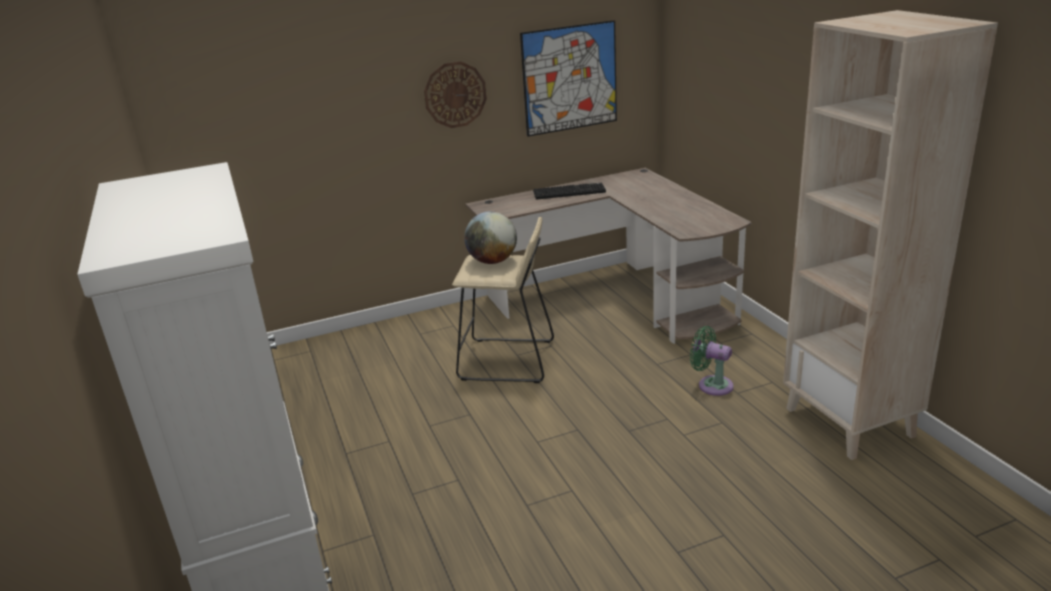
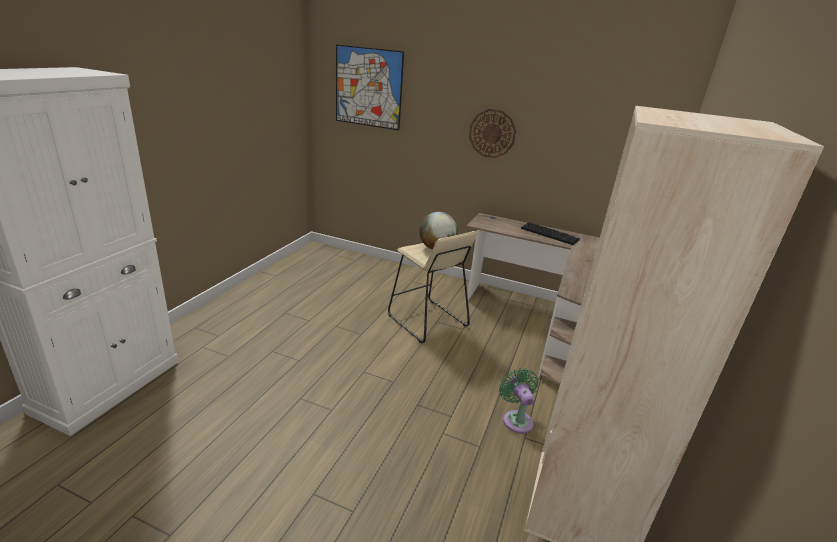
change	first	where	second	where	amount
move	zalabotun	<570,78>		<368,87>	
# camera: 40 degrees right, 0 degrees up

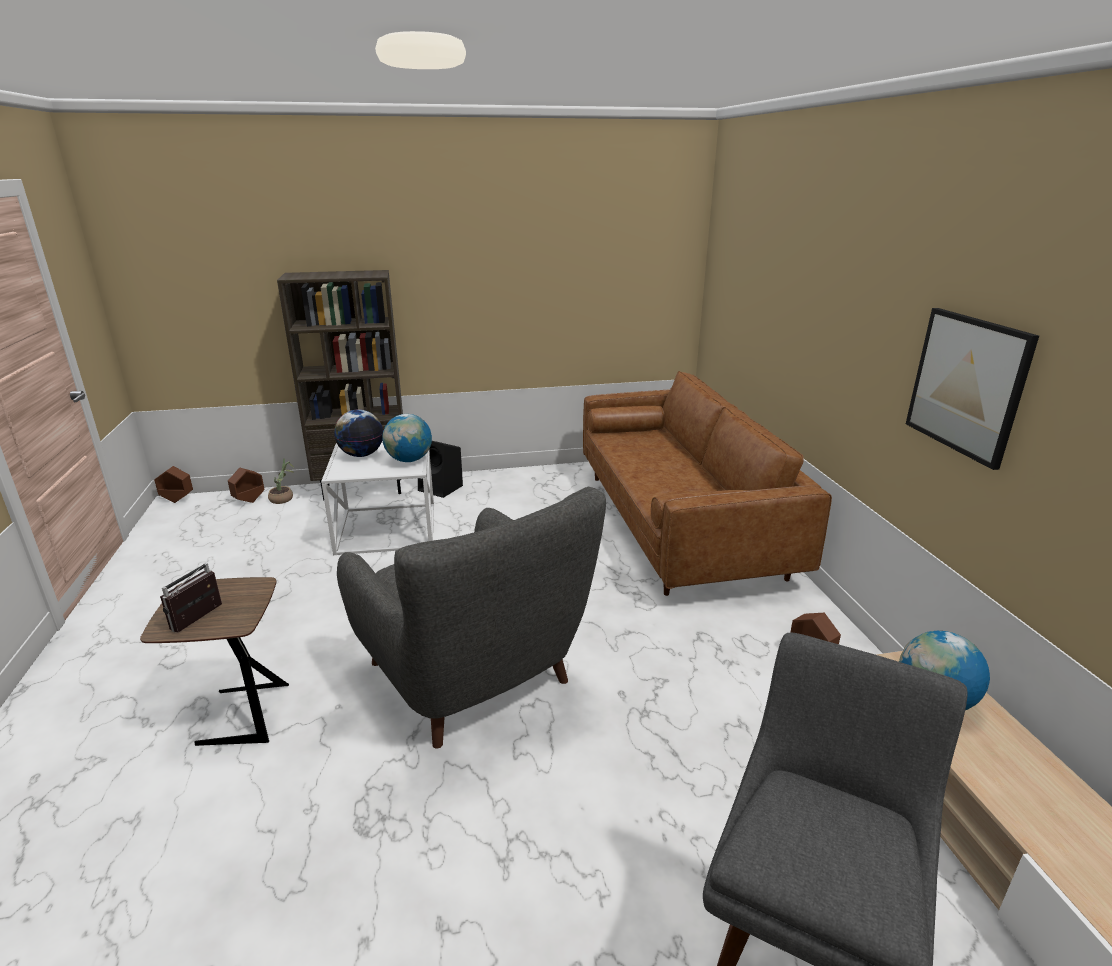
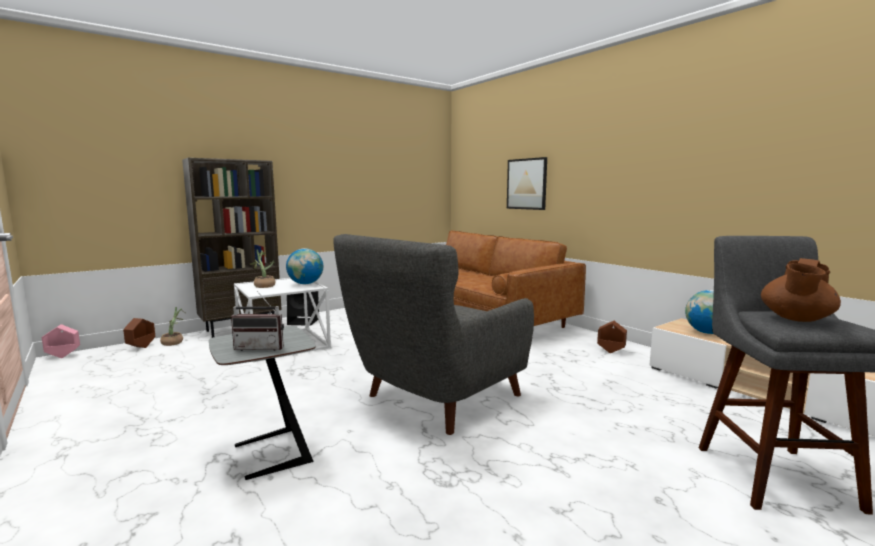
change	first	where	second	where	amount
move	zalabotun	<967,385>		<526,184>	
replace	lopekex	<361,455>	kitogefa	<263,285>	
recolor	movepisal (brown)	<178,500>	movepisal (pink)	<63,356>	
rotate	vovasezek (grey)	<473,681>		<435,398>	105 degrees clockwise
rotate	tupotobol	<201,619>		<261,347>	90 degrees counterclockwise
recolor	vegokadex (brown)	<240,716>	vegokadex (grey)	<270,454>	
insert			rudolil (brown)	<796,319>	
# camera: 25 degrees left, 15 degrees down

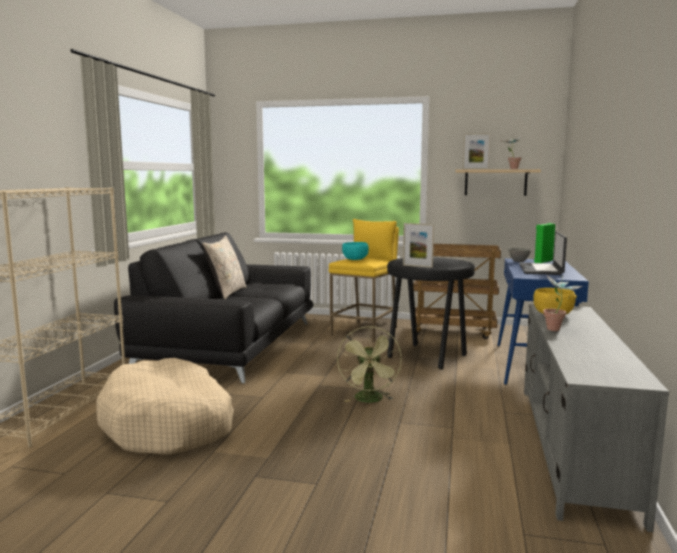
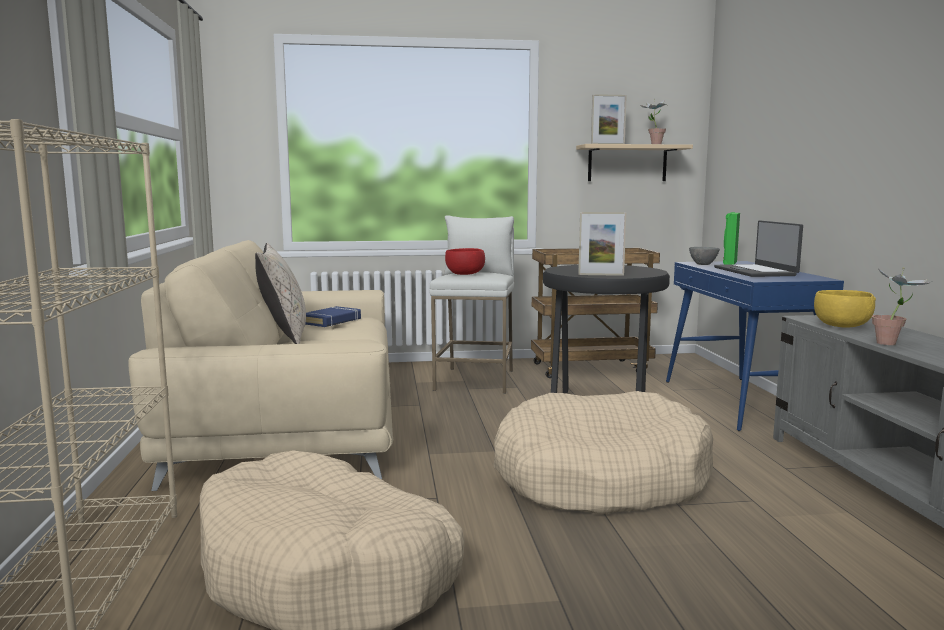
change	first	where	second	where	amount
recolor	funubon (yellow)	<365,331>	funubon (white)	<475,380>	
recolor	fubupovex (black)	<230,345>	fubupovex (beige)	<293,421>	
recolor	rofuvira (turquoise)	<355,259>	rofuvira (red)	<465,274>	
replace	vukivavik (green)	<370,400>	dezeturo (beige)	<600,478>	
insert			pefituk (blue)	<331,321>	
# camera: 20 degrees left, 0 degrees up

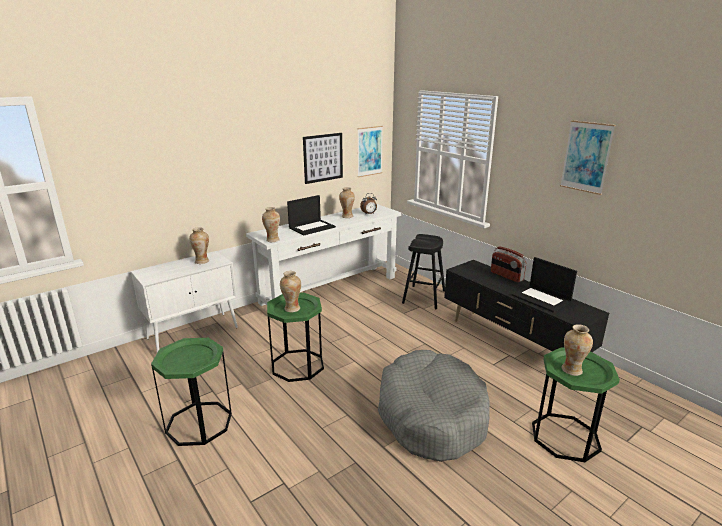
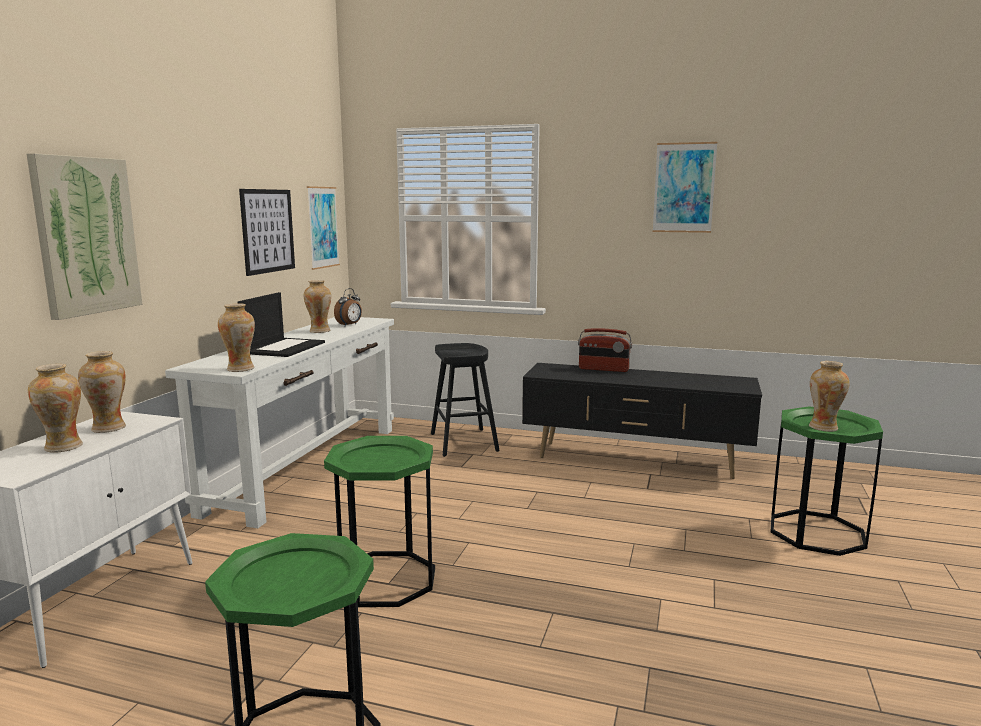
change	first	where	second	where	amount
delete	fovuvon	<542,298>			
move	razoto	<292,308>		<63,447>	
delete	dezeturo (grey)	<431,415>			
insert			zalabotun	<86,236>	
# camera: 35 degrees left, 10 degrees down

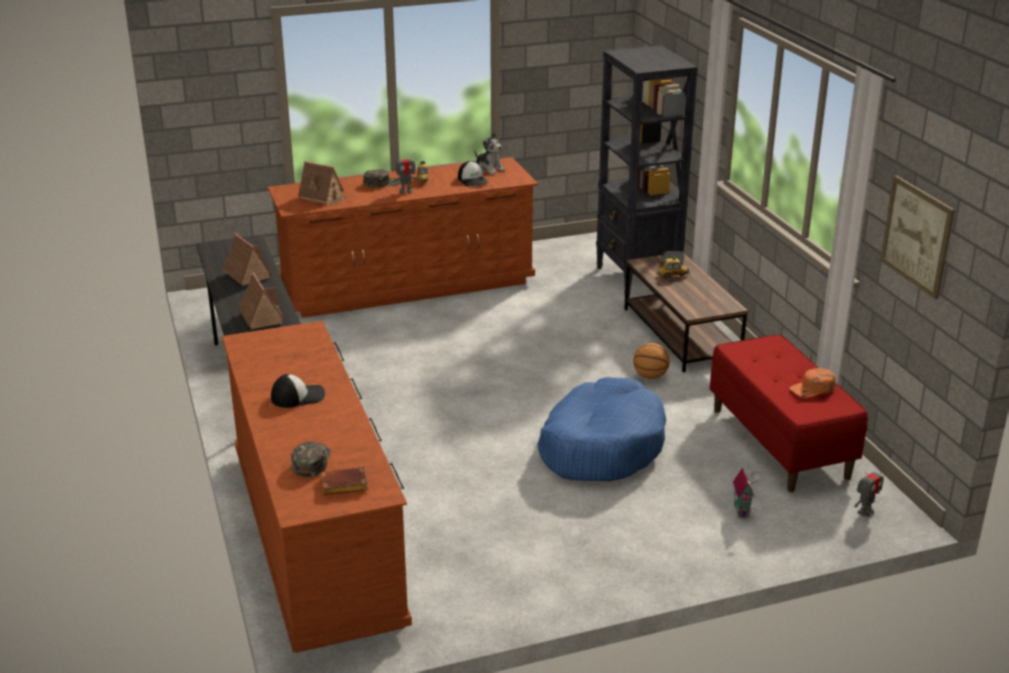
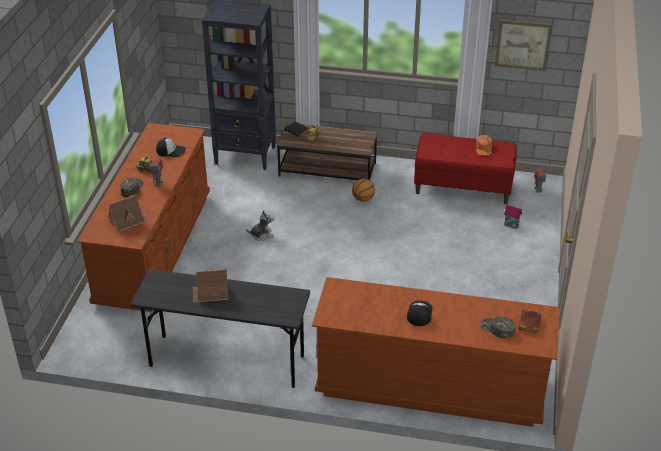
change	first	where	second	where	amount
move	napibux	<489,169>		<262,235>	
delete	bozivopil	<261,317>			
delete	dezeturo (blue)	<601,446>			
# camera: 60 degrees left, 10 degrees up

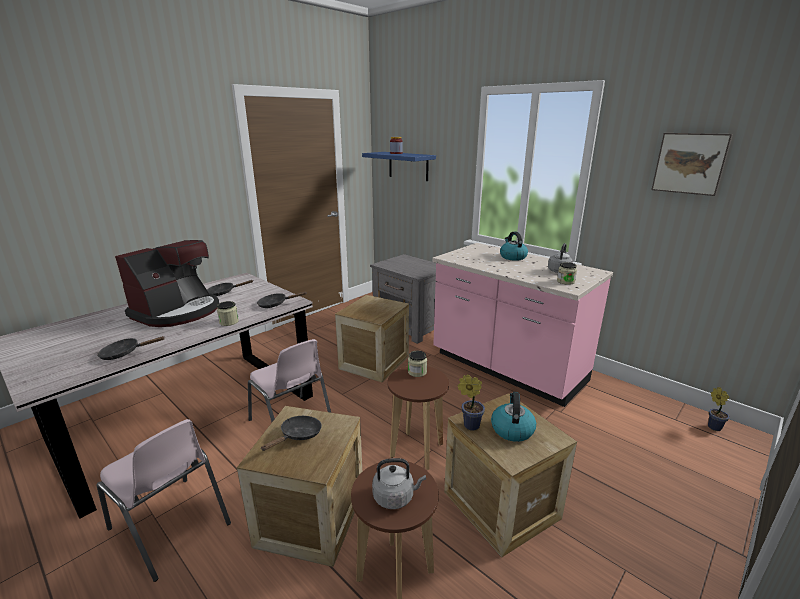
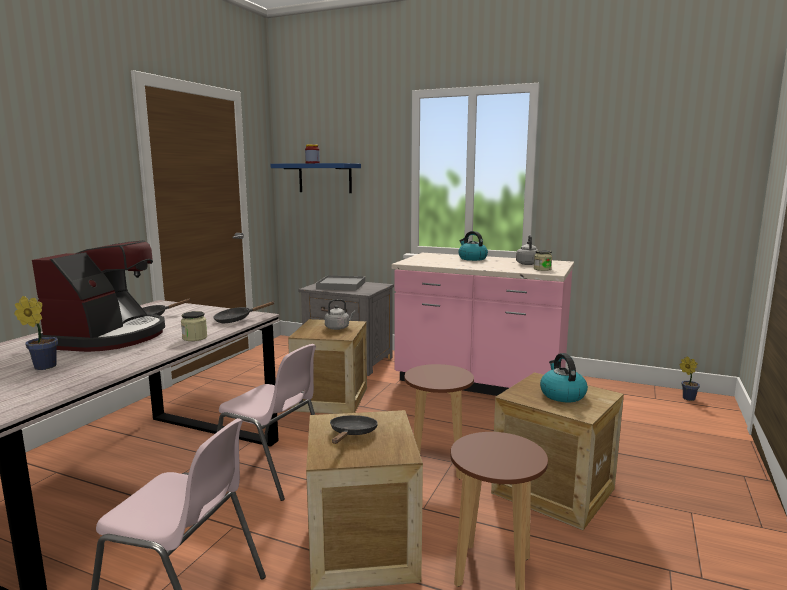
change	first	where	second	where	amount
delete	zalabotun	<690,163>			
delete	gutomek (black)	<125,353>			
delete	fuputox	<417,372>			
move	kitogefa	<469,425>		<42,367>	
move	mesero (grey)	<395,497>		<338,328>	
insert			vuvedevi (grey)	<341,285>	
# camera: 20 degrees left, 10 degrees down

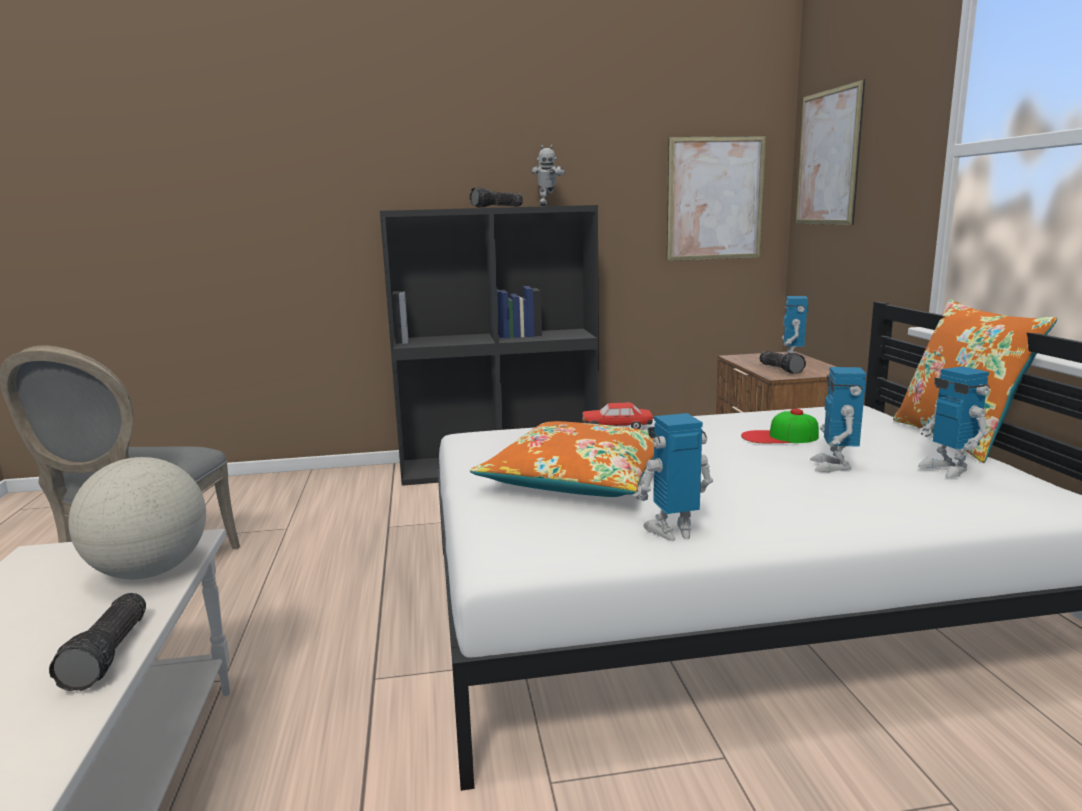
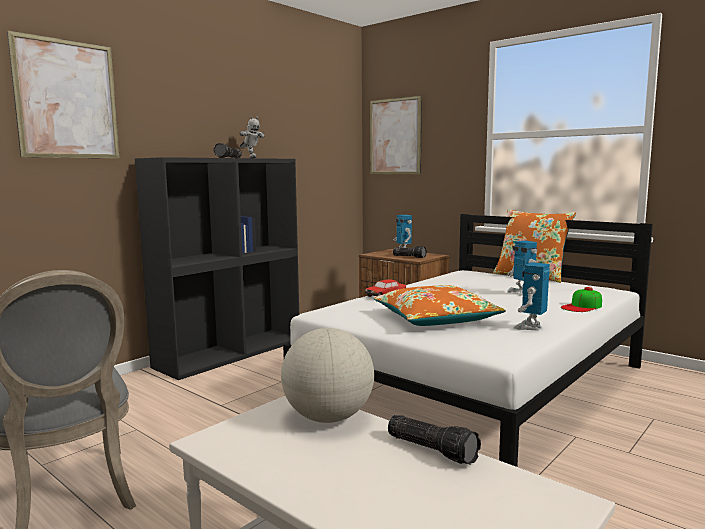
change	first	where	second	where	amount
move	zalabotun	<715,199>		<67,99>	
delete	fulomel	<948,469>			
move	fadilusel	<779,437>		<582,306>	
# camera: 40 degrees left, 5 degrees down

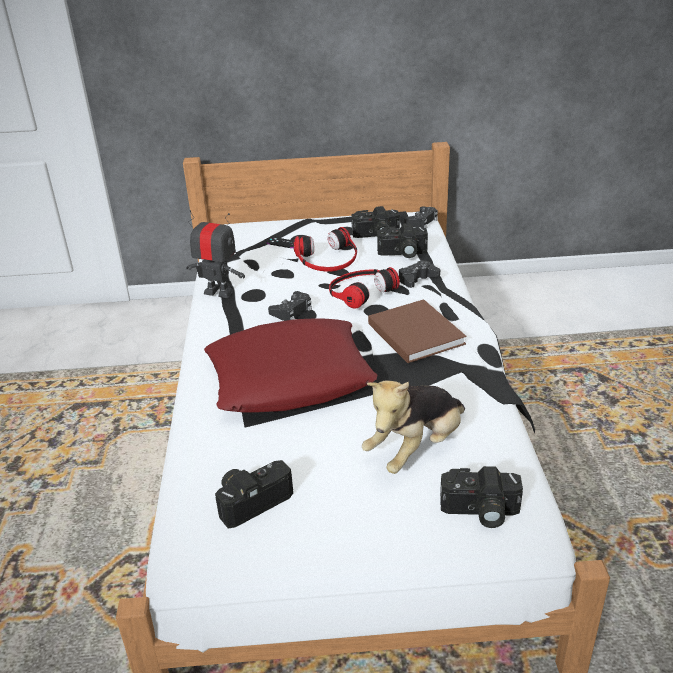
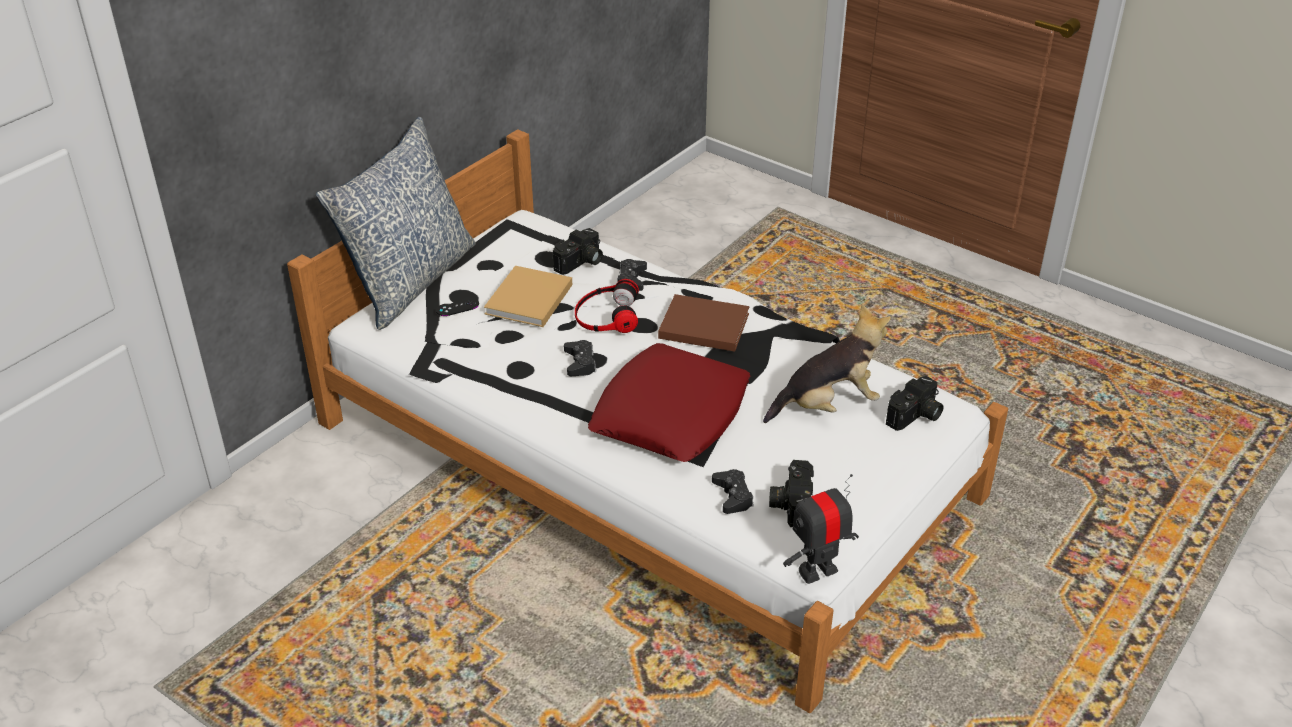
change	first	where	second	where	amount
delete	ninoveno	<376,235>			
move	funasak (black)	<422,221>		<732,496>	
move	fulomel	<219,292>		<817,571>	
replace	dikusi	<327,258>	pefituk (beige)	<528,301>	
rotate	napibux	<416,449>		<828,405>	105 degrees counterclockwise
insert			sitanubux	<410,281>	
# camera: 50 degrees left, 5 degrees up

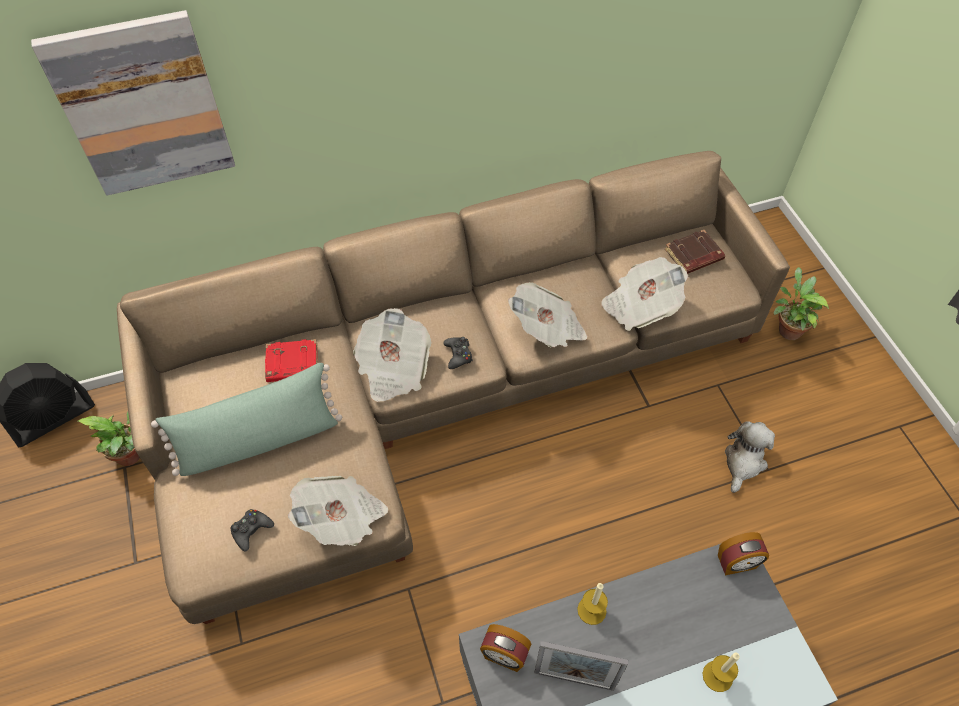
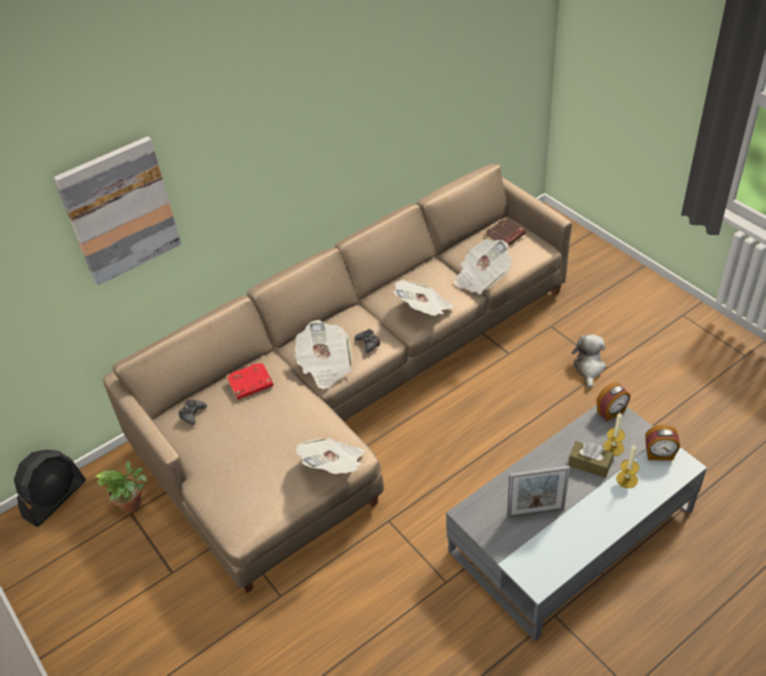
change	first	where	second	where	amount
delete	kitogefa	<787,329>			
delete	sitanubux (green)	<259,441>			
move	funasak (black)	<251,530>		<192,414>	
move	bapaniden	<591,610>		<613,447>	
move	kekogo	<504,655>		<659,454>	
insert			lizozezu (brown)	<589,464>	
# camera: 15 degrees left, 10 degrees down

